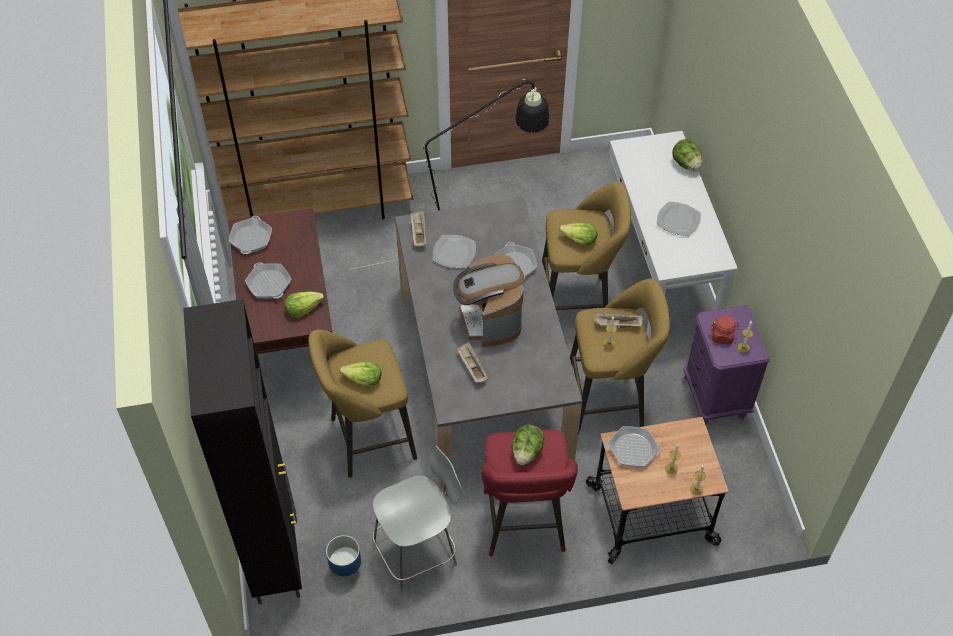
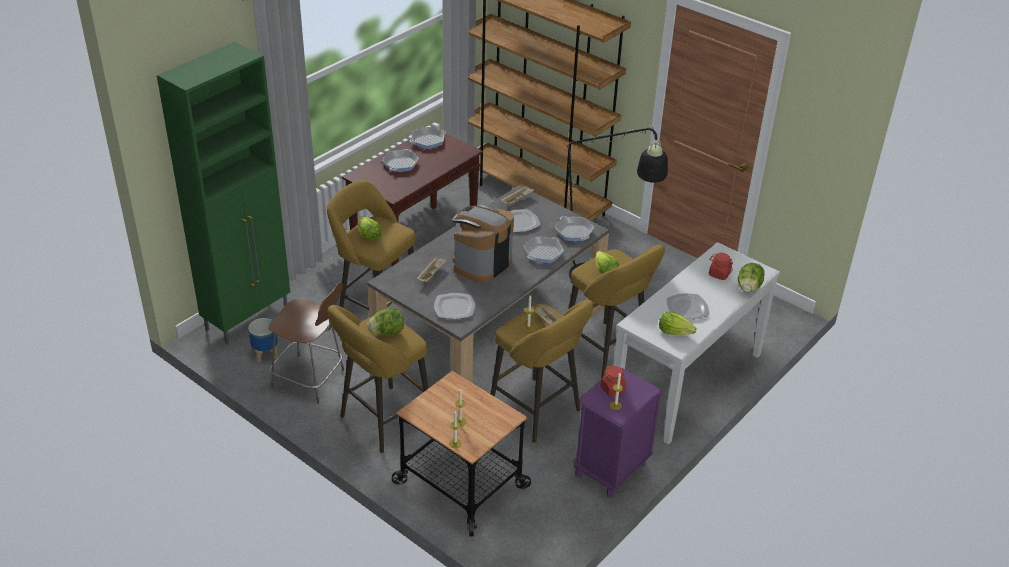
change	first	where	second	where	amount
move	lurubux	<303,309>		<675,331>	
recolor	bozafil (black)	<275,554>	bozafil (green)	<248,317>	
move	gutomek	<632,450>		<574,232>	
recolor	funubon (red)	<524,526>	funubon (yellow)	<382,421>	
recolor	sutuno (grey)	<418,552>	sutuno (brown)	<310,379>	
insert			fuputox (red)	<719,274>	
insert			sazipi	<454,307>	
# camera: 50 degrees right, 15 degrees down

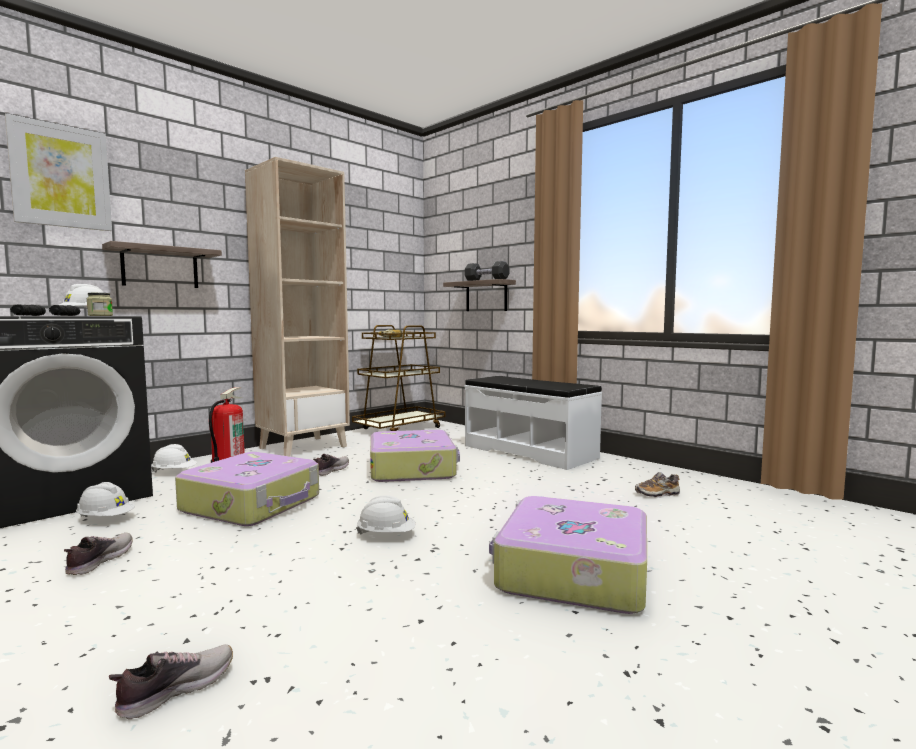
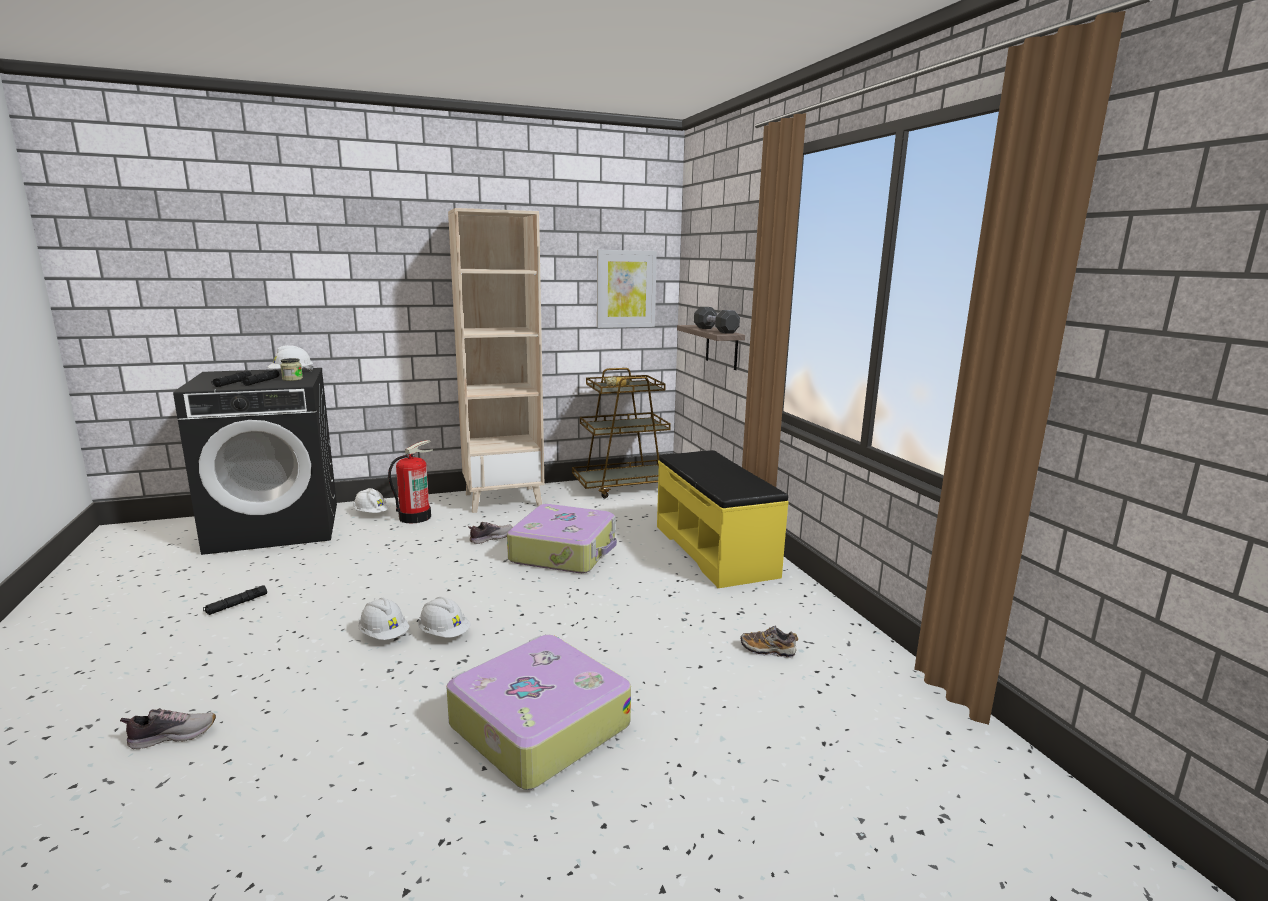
change	first	where	second	where	amount
move	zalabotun	<61,176>		<626,289>	
delete	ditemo	<160,267>			
recolor	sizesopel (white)	<529,451>	sizesopel (yellow)	<715,550>	
delete	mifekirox	<253,504>			
move	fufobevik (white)	<106,519>		<384,635>	
replace	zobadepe	<99,561>	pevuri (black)	<236,604>	
# camera: 25 degrees right, 10 degrees up

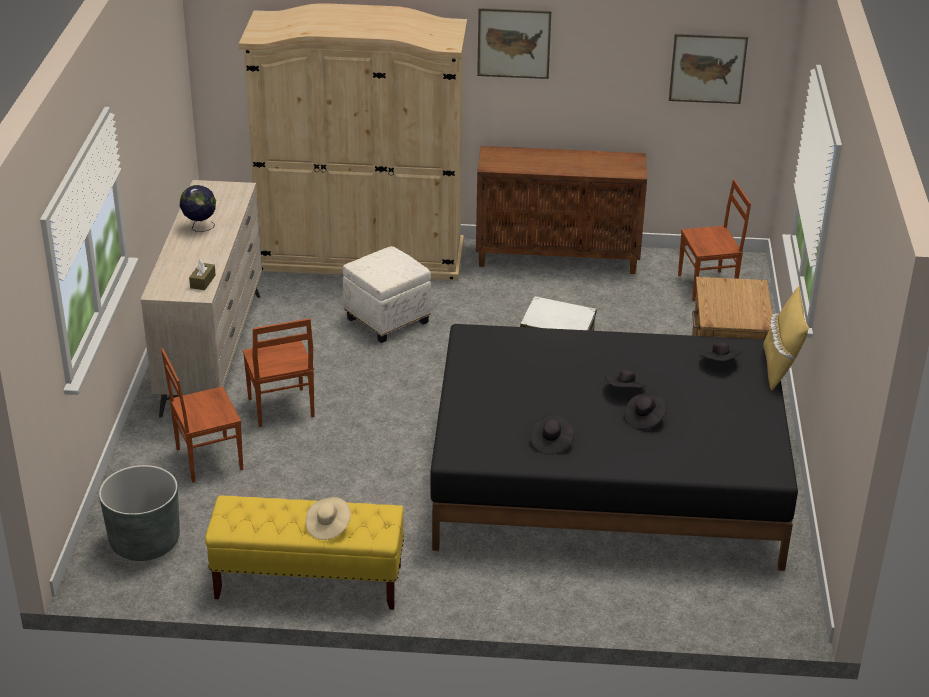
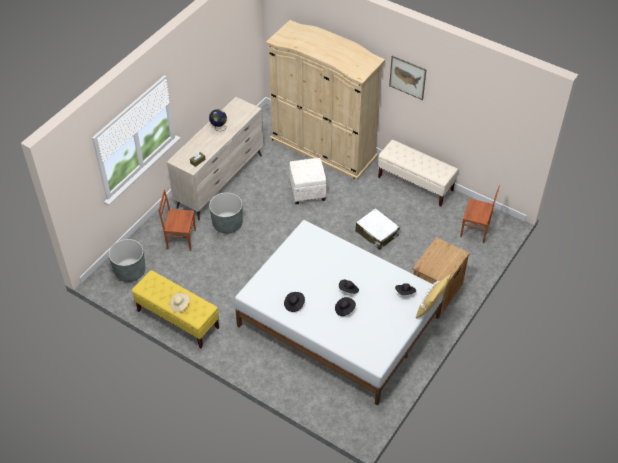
change	first	where	second	where	amount
delete	zalabotun	<707,68>			
replace	bozafil (brown)	<558,257>	sizesopel (beige)	<415,184>	
replace	sutuno (brown)	<280,408>	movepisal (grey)	<227,224>	
recolor	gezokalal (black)	<607,477>	gezokalal (white)	<338,321>	
# camera: 30 degrees right, 15 degrees up

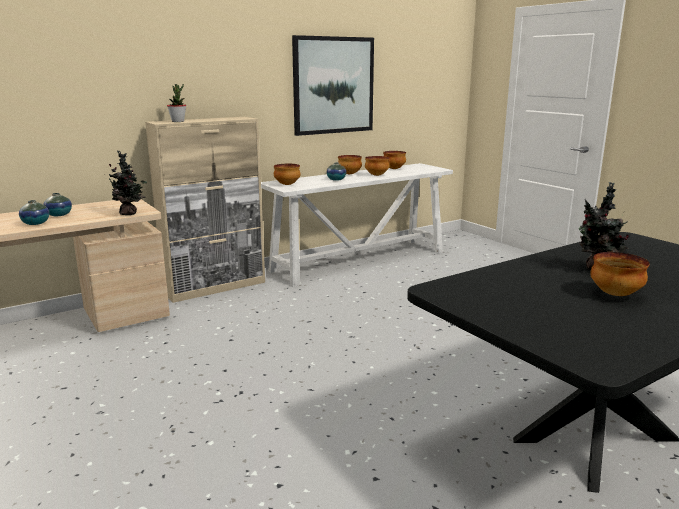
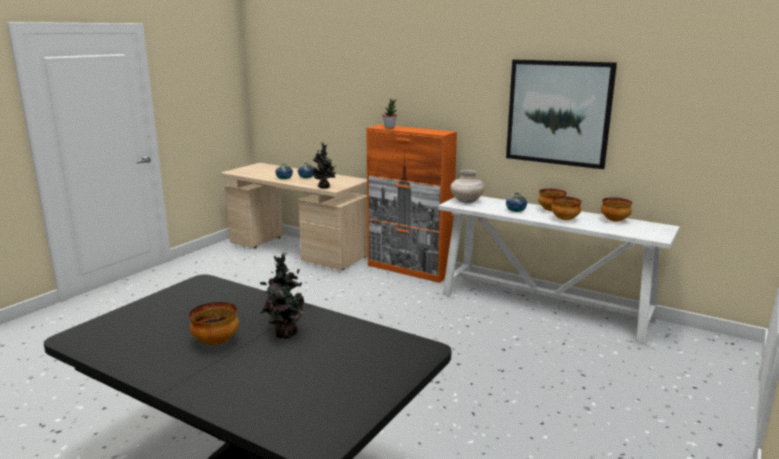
change	first	where	second	where	amount
recolor	bozafil (beige)	<216,287>	bozafil (orange)	<409,270>	
replace	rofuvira	<287,184>	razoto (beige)	<466,201>	
# camera: 65 degrees right, 0 degrees up

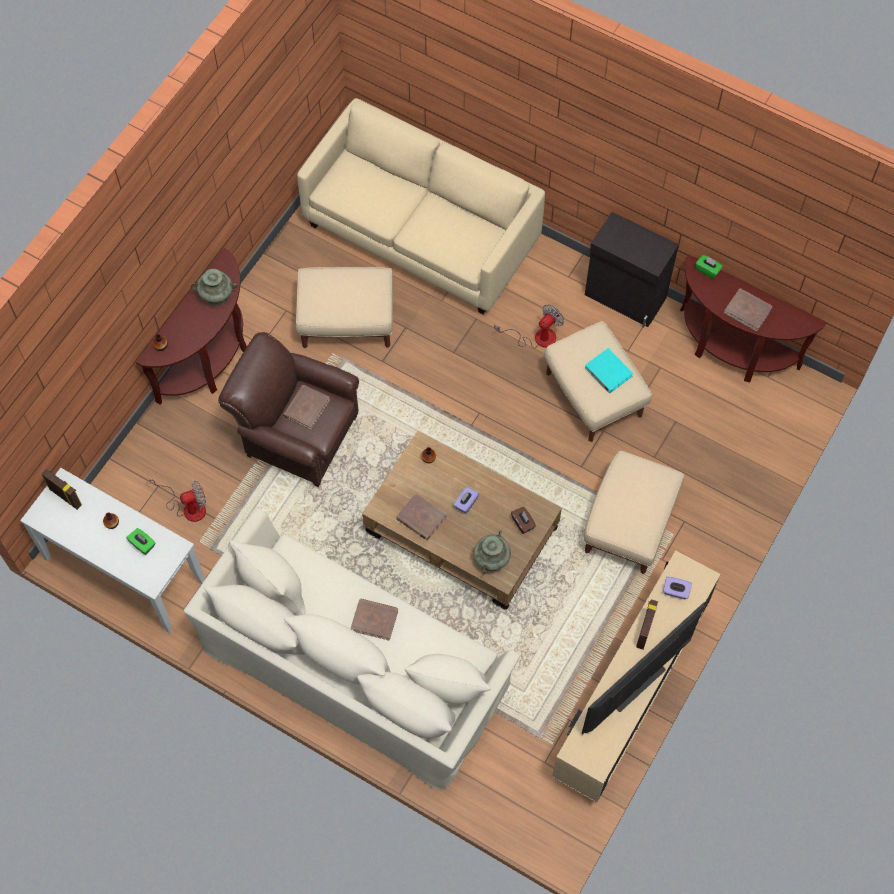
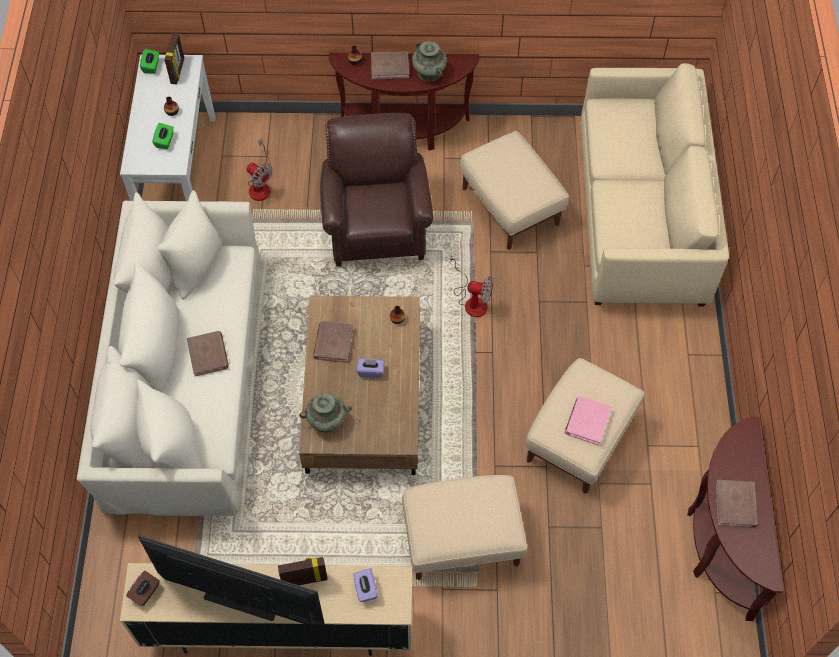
change	first	where	second	where	amount
delete	bozafil (black)	<625,297>			
move	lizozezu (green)	<707,270>		<151,66>	
move	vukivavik	<537,337>		<472,300>	
recolor	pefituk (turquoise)	<608,372>	pefituk (pink)	<587,421>	
move	pefituk (brown)	<306,408>		<390,66>	
move	lizozezu (brown)	<523,523>		<145,592>	
# camera: 60 degrees right, 5 degrees down

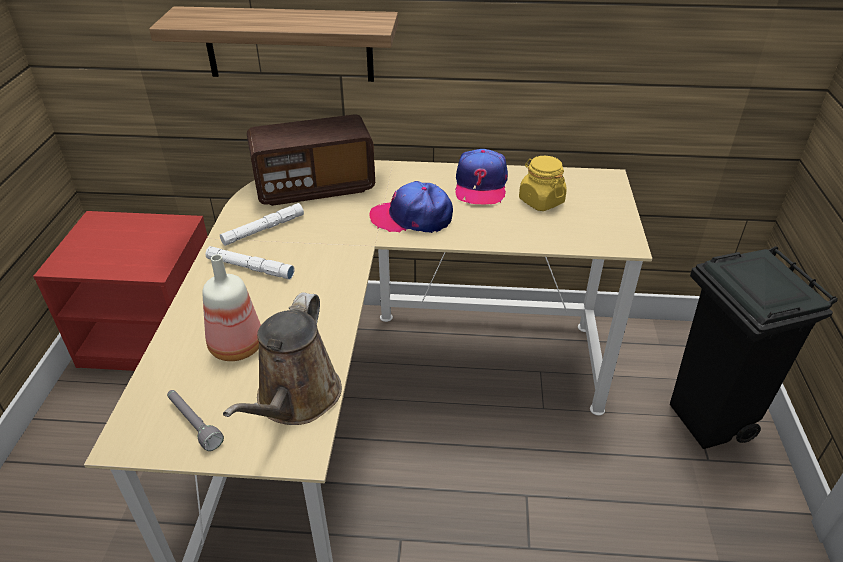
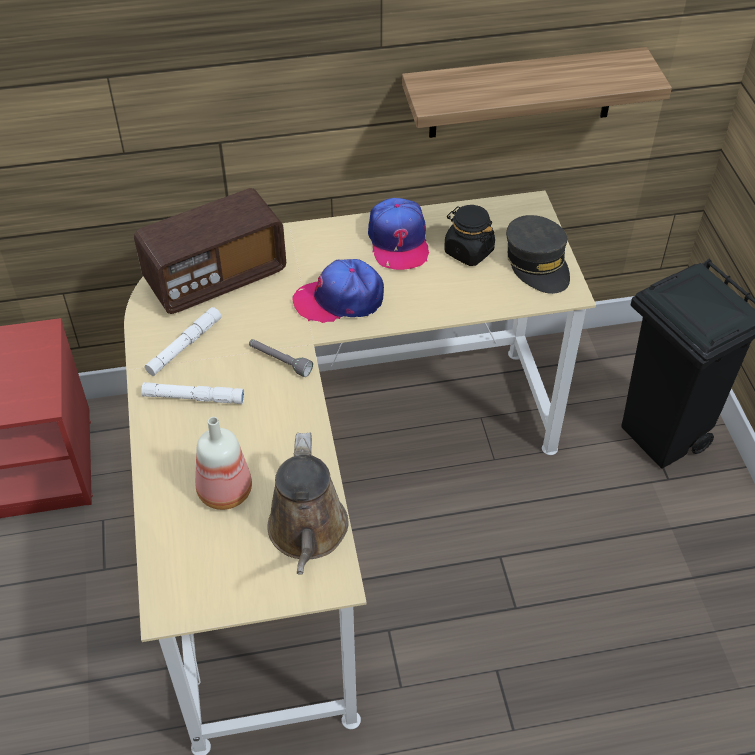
change	first	where	second	where	amount
move	ditemo	<288,44>		<522,93>	
recolor	fuputox (yellow)	<541,201>	fuputox (black)	<468,251>	
move	pevuri (grey)	<194,423>		<279,361>	
insert			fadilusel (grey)	<537,263>	
# camera: 15 degrees left, 10 degrees up

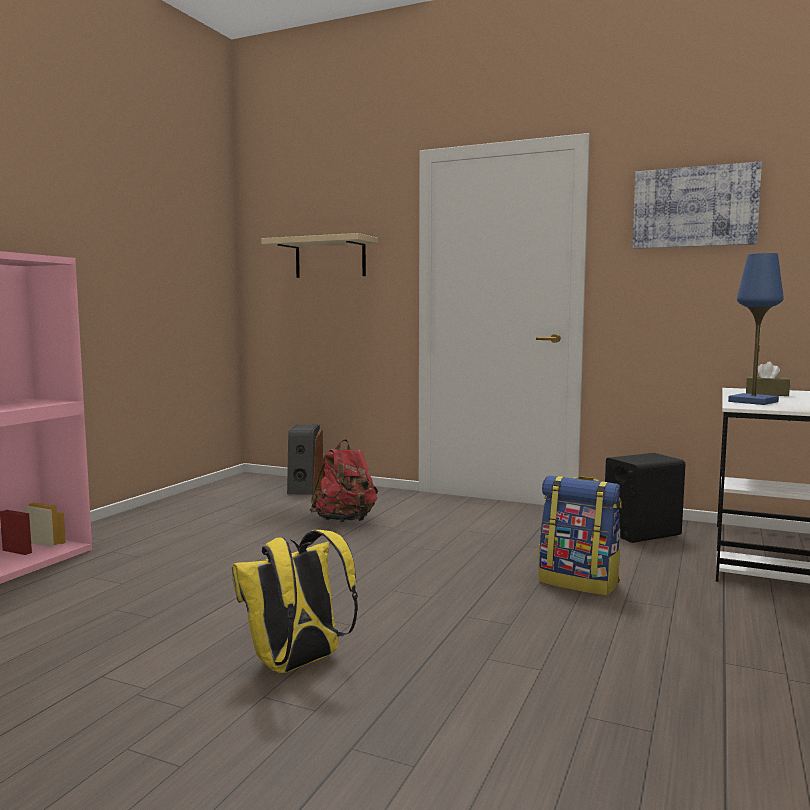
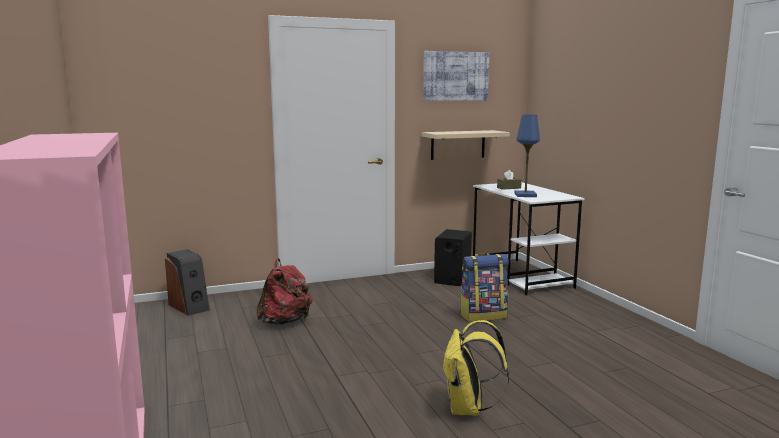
change	first	where	second	where	amount
move	ditemo (beige)	<330,258>		<458,144>	
# camera: 45 degrees left, 5 degrees up

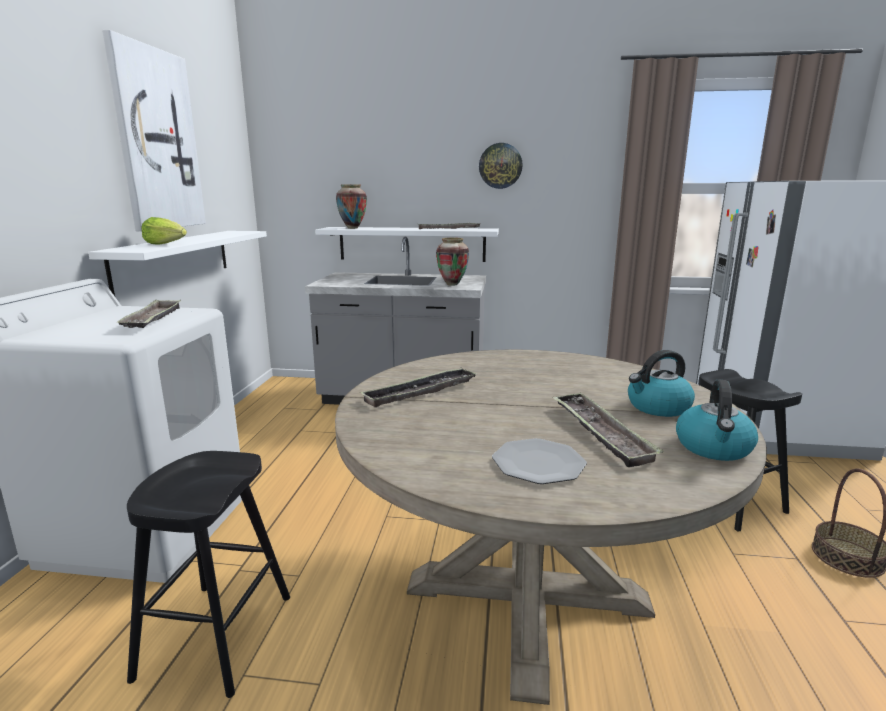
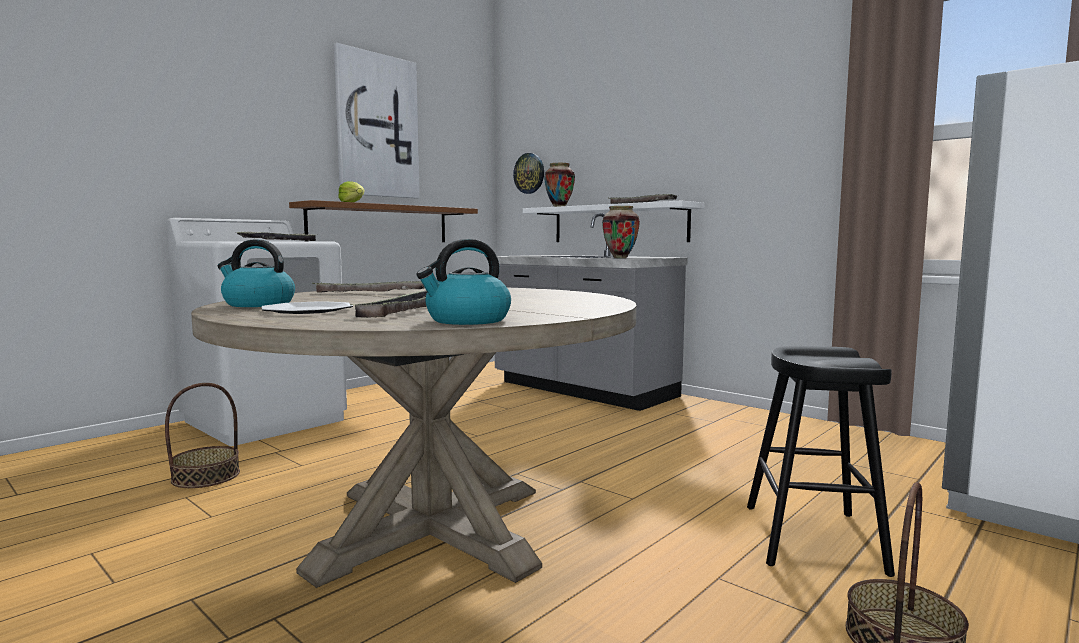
change	first	where	second	where	amount
move	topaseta	<500,166>		<529,173>	
recolor	ditemo (white)	<174,260>	ditemo (brown)	<380,224>	
move	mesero	<657,407>		<257,304>	
replace	funubon (black)	<216,636>	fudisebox	<206,476>	
# camera: 35 degrees right, 10 degrees down

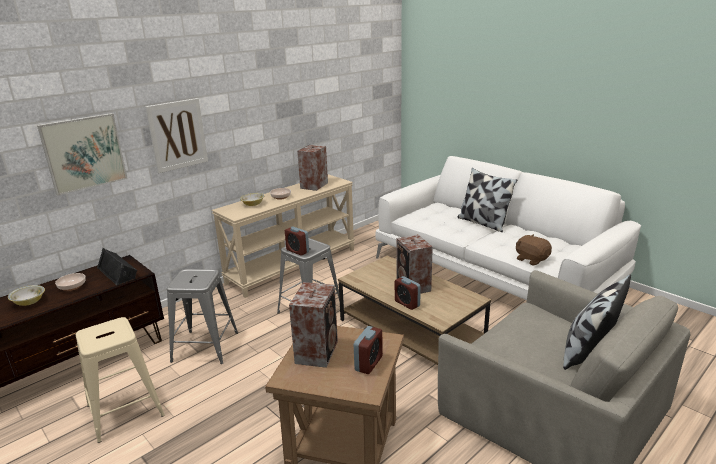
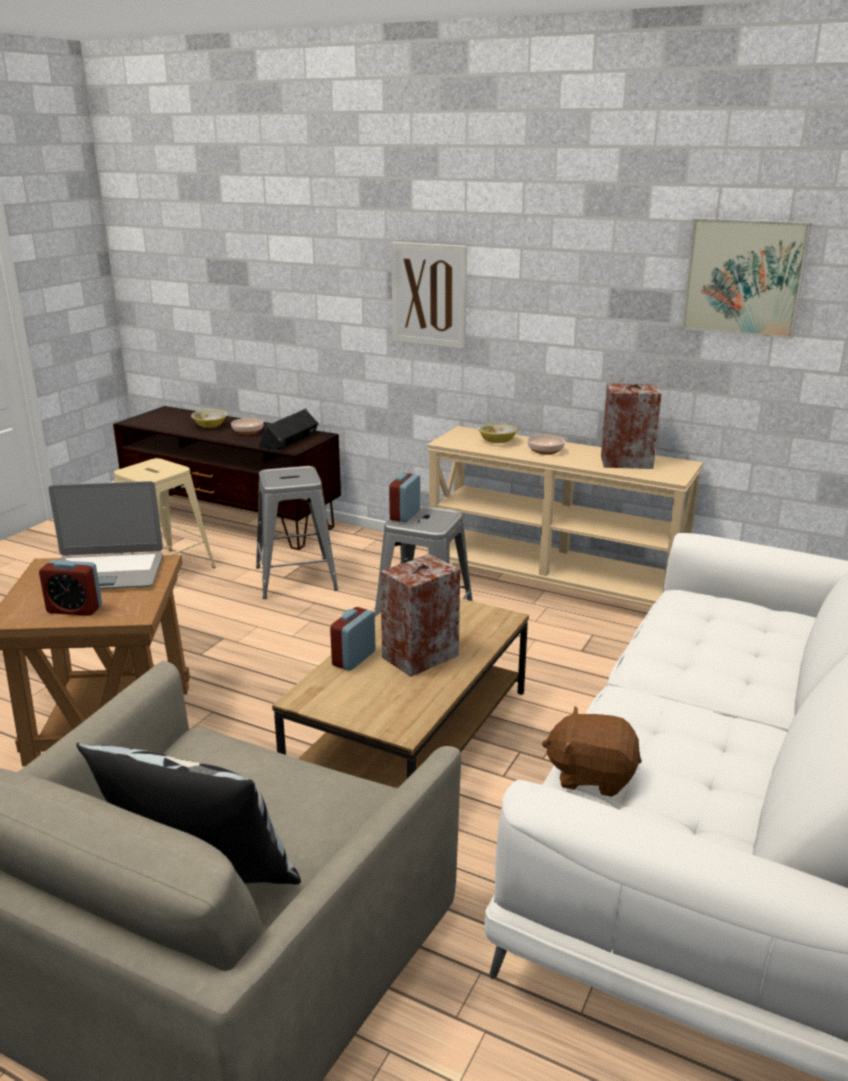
change	first	where	second	where	amount
move	zalabotun	<84,153>		<743,277>	
delete	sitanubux	<483,223>			
rotate	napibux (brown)	<531,259>		<591,775>	105 degrees counterclockwise
replace	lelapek	<318,351>	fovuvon	<106,573>	
# camera: 70 degrees right, 0 degrees up

